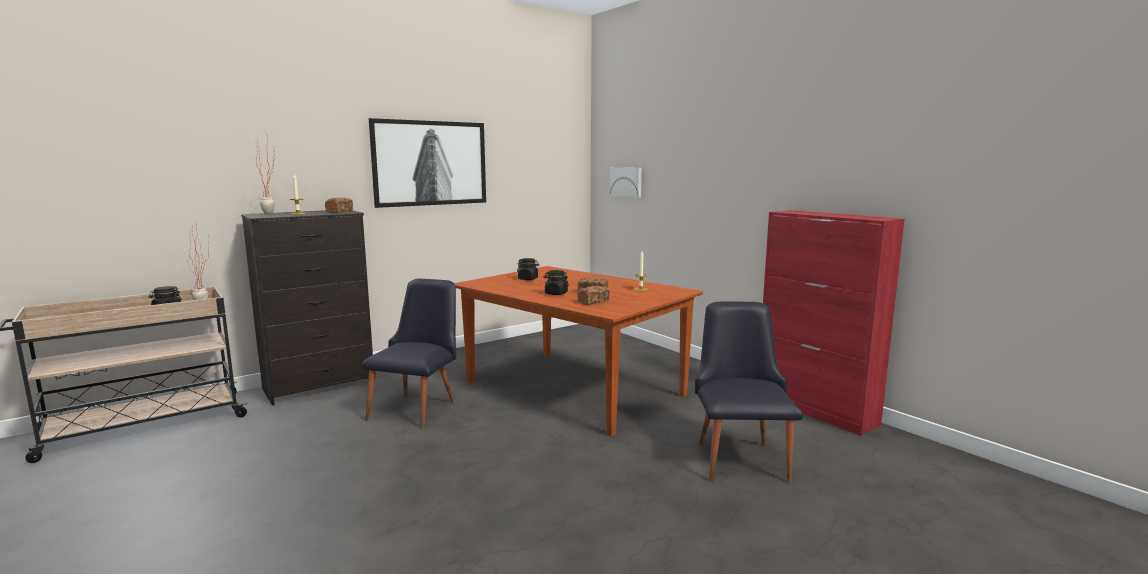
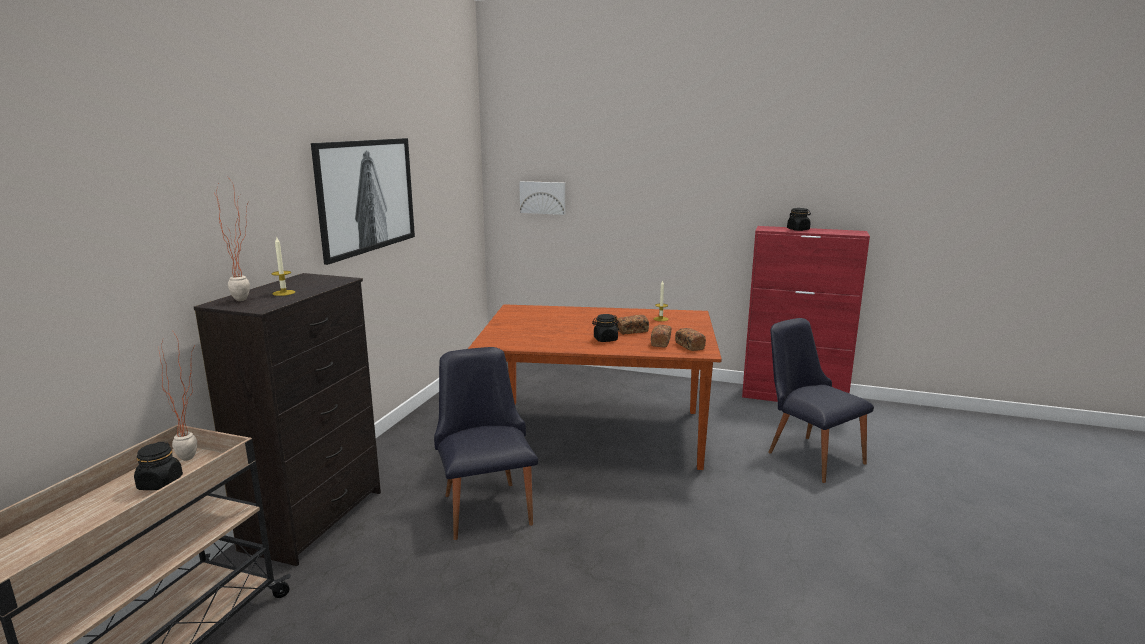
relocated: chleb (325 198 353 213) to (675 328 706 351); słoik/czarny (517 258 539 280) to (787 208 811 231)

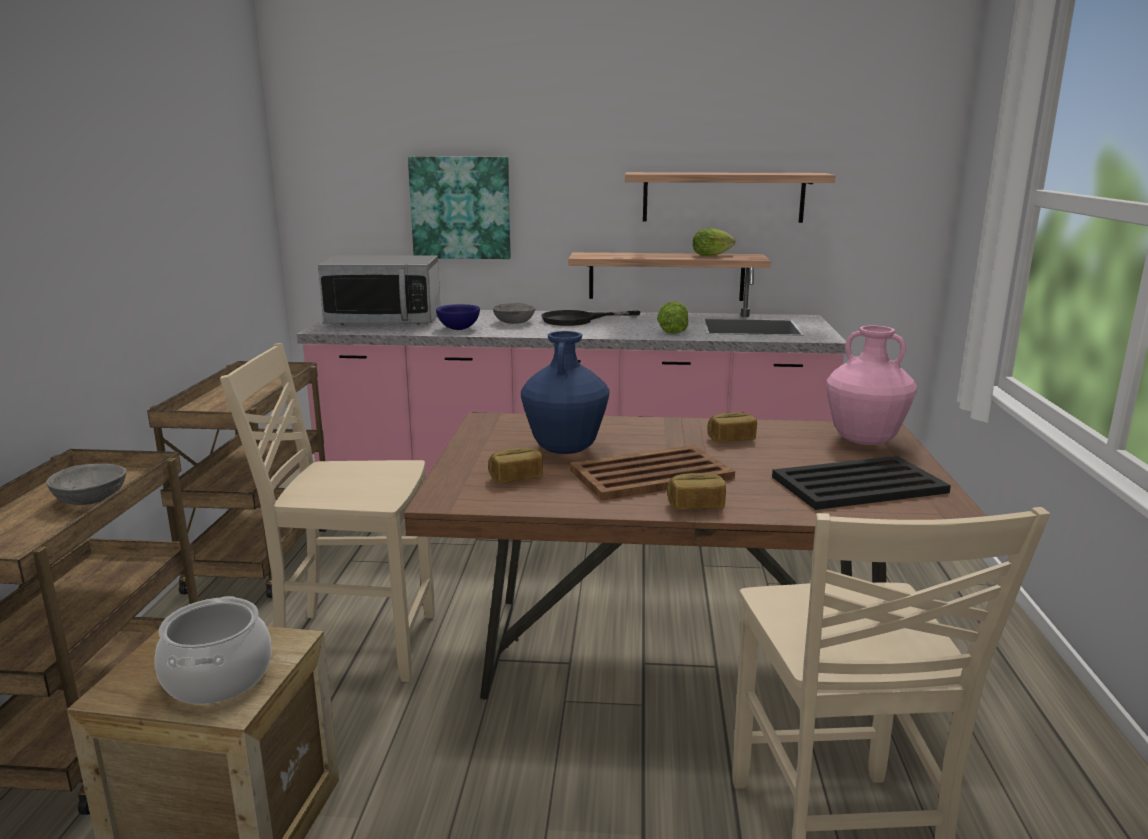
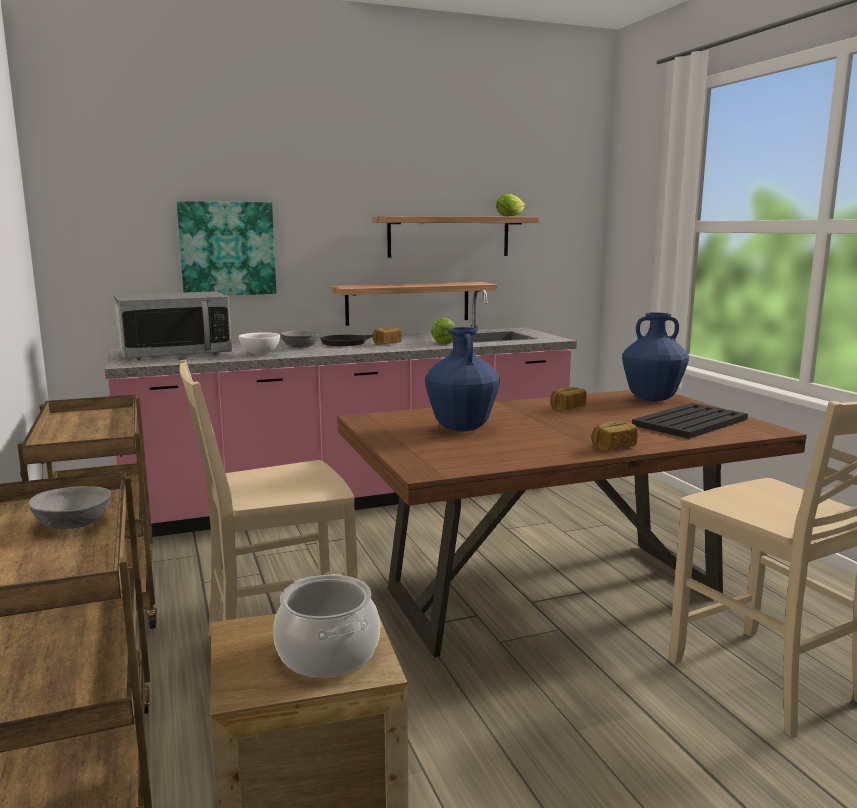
missing: taca/brązowy (570 445 735 501)
relocated: chleb (488 447 543 483) to (373 327 402 345); sałata (693 228 735 256) to (496 194 525 217)
colour: miska/niebieski (436 304 480 330) to miska/biały (239 332 280 355); wazon/różowy (826 325 917 445) to wazon/niebieski (622 313 689 401)

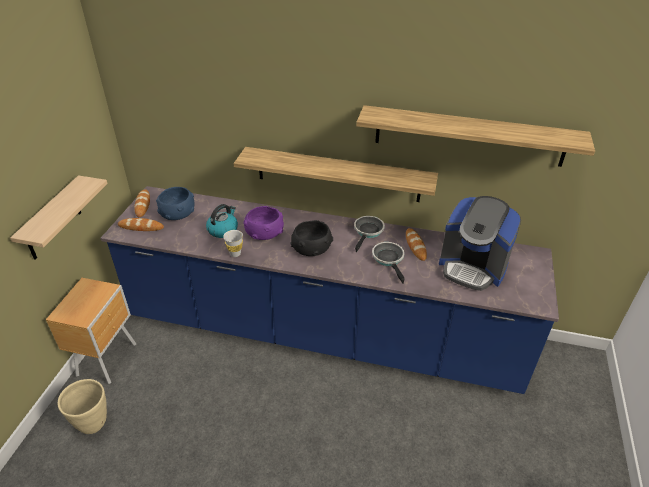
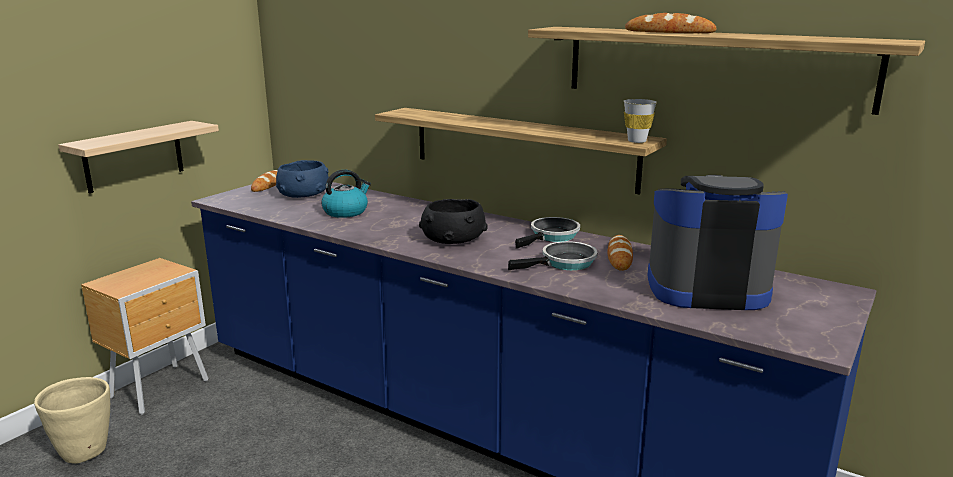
missing: miska/fioletowy (244 206 284 240)
relocated: filiżanka/biały (223 230 243 257) to (624 99 657 143); chleb (118 218 164 231) to (625 13 716 33)
spun: patelnia (372 242 405 284) = (508 241 597 270) 60 degrees clockwise; ekspres do kawy (439 196 521 291) = (647 175 788 310) 135 degrees clockwise

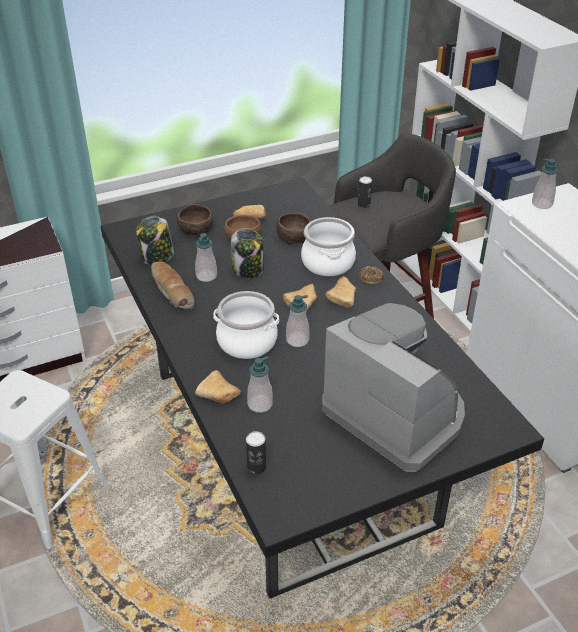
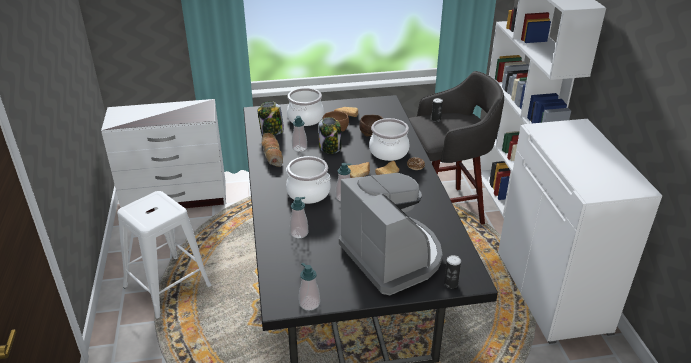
missing: chleb (195 370 241 404)
relocated: dozownik mydła (532 158 558 209) to (299 263 320 310); puszka (246 431 266 475) to (444 255 461 288)
exchanged: miska/brązowy (177 204 213 237) to garnek (287 88 324 126)

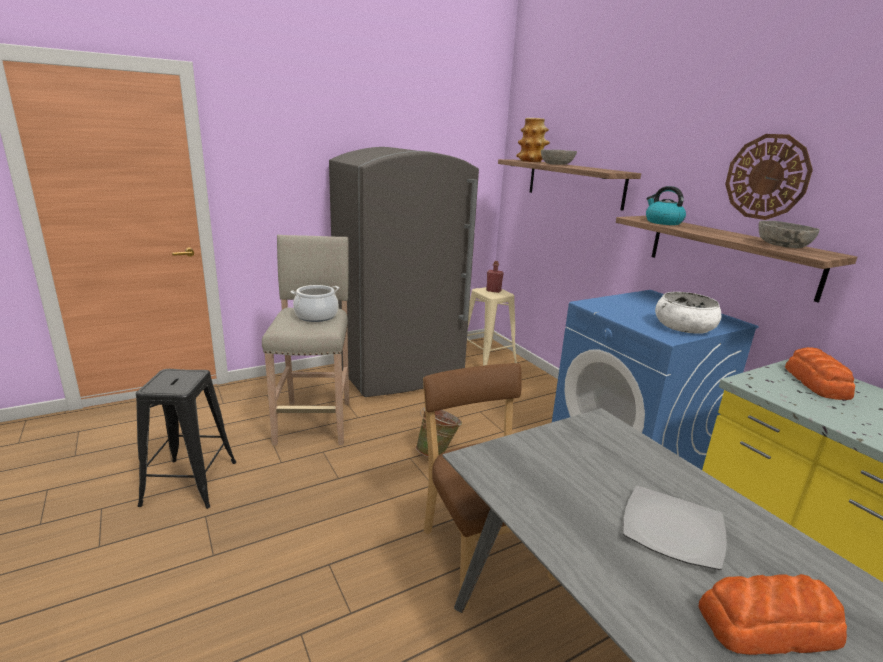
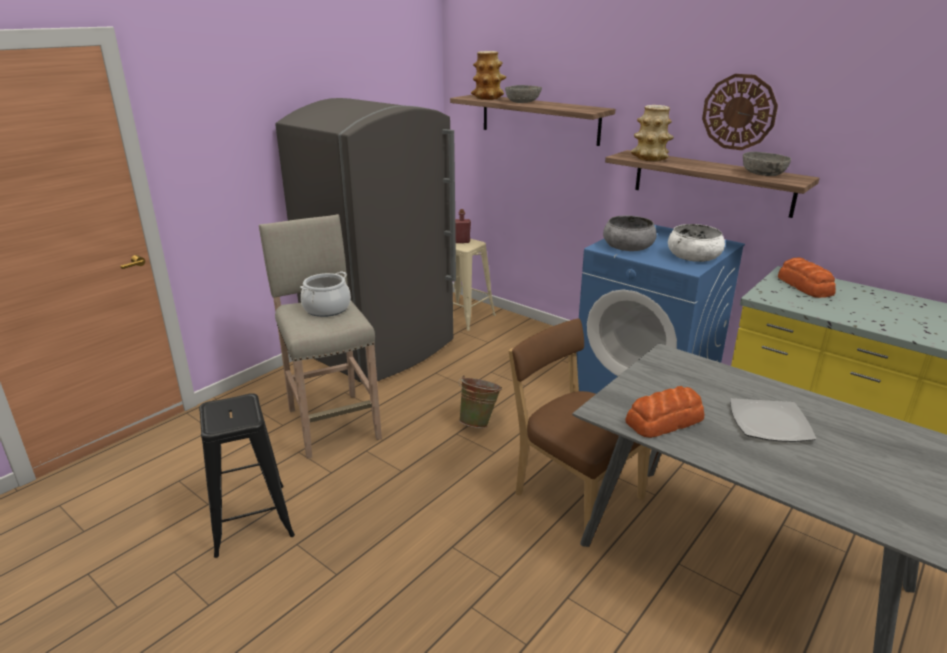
appeared: miska/szary (603 215 656 251)
relocated: chleb (698 574 847 655) to (625 386 704 438)
exchanged: czajnik (646 186 686 225) to wazon (631 105 674 161)

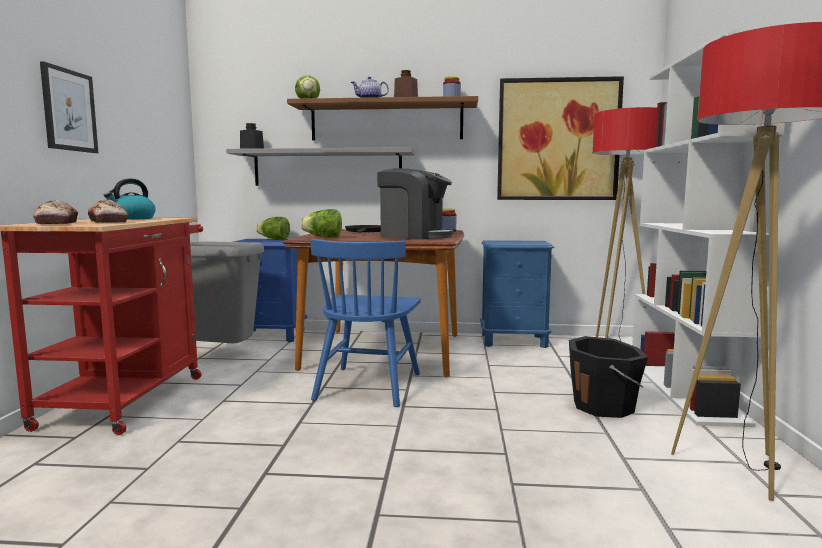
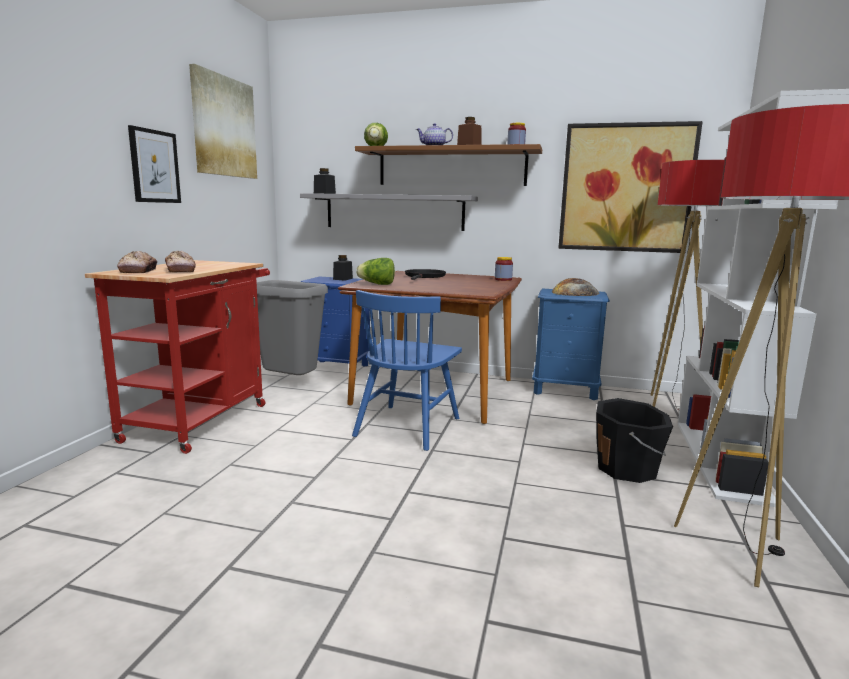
missing: czajnik (104 178 156 220); ekspres do kawy (377 168 454 239)
appeared: obraz (189 64 257 179); chleb (552 278 600 296)
exchanged: sałata (256 217 290 240) to słoik/czarny (333 255 353 281)

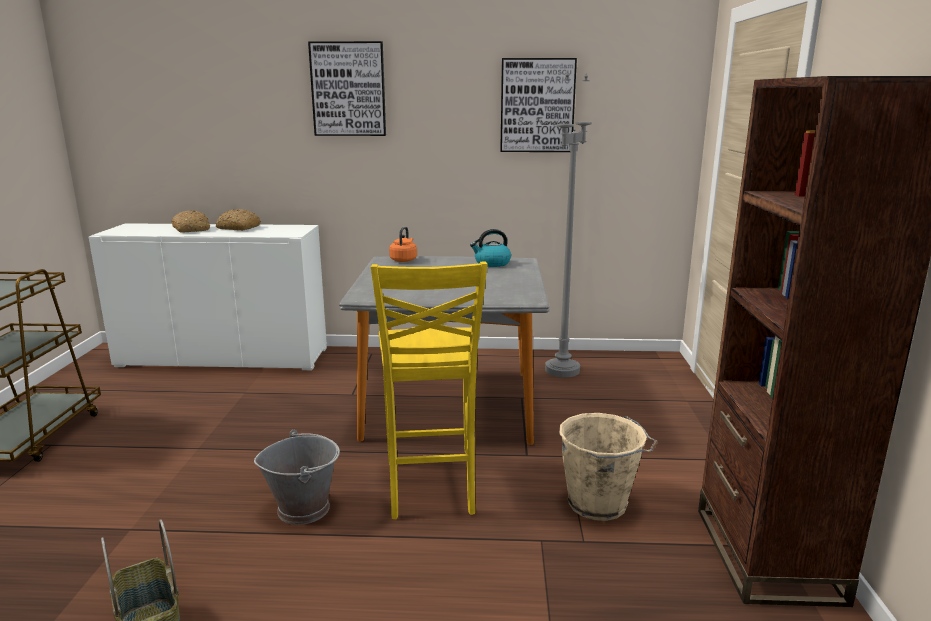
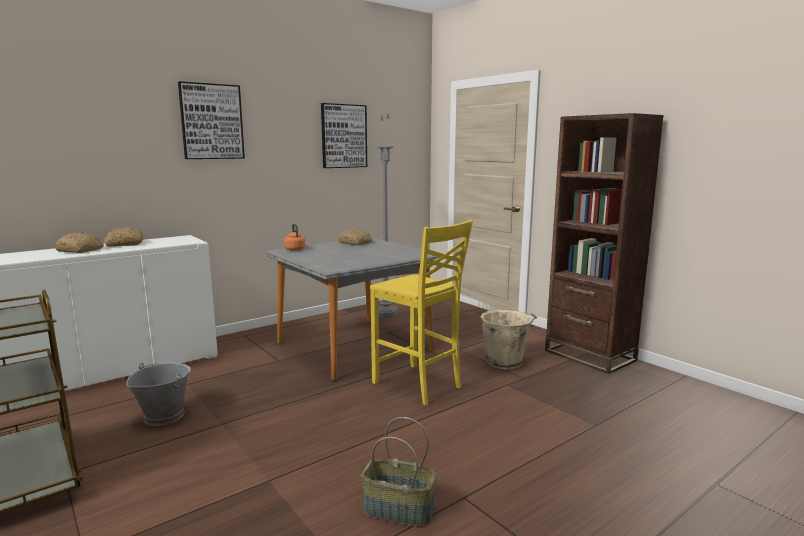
relocated: wiadro/szary (254 430 340 525) to (126 362 191 426)
exchanged: czajnik (470 229 511 267) to chleb (338 228 372 245)

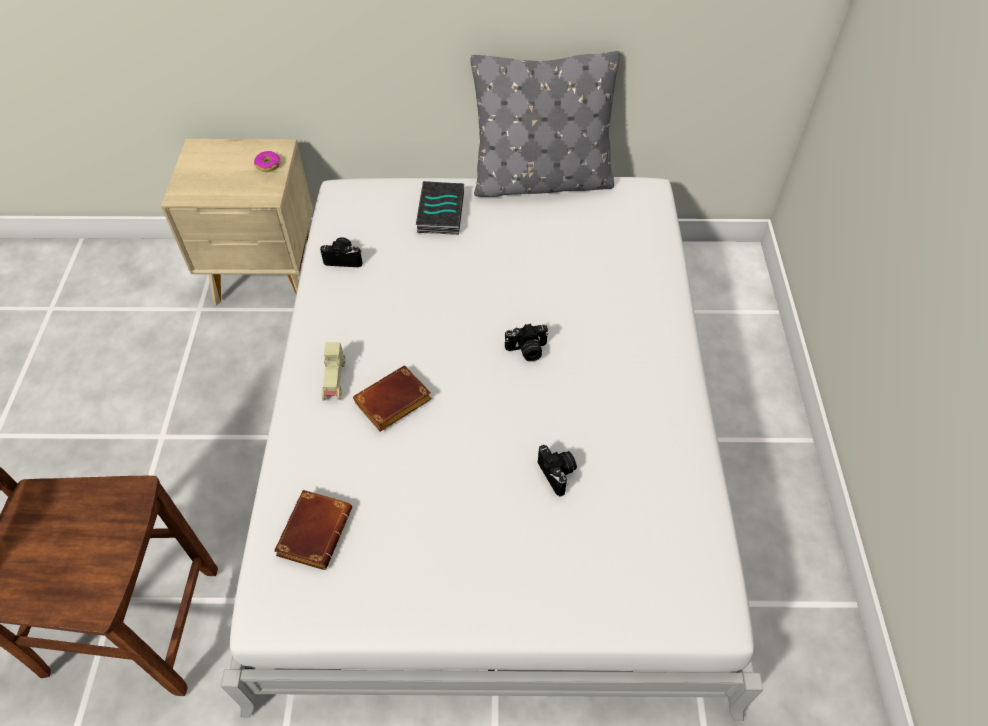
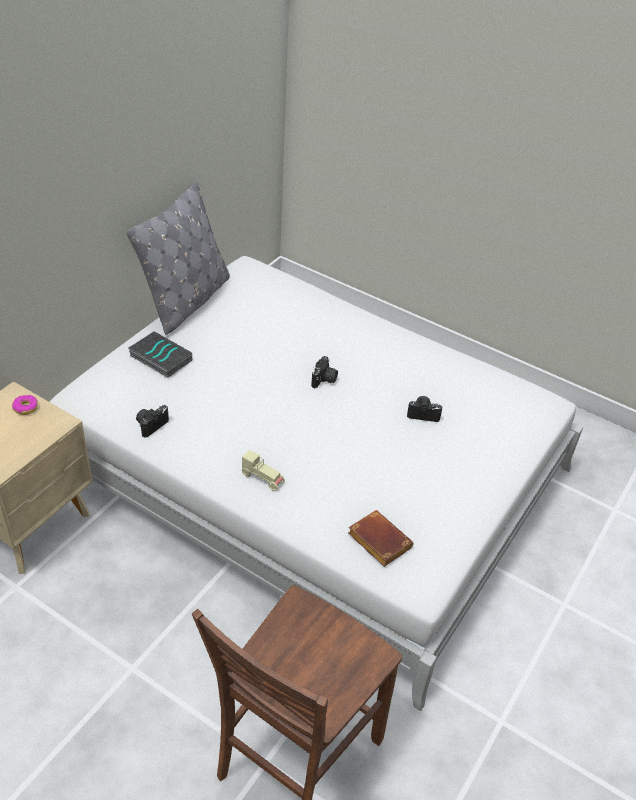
missing: książka/brązowy (353 366 432 432)

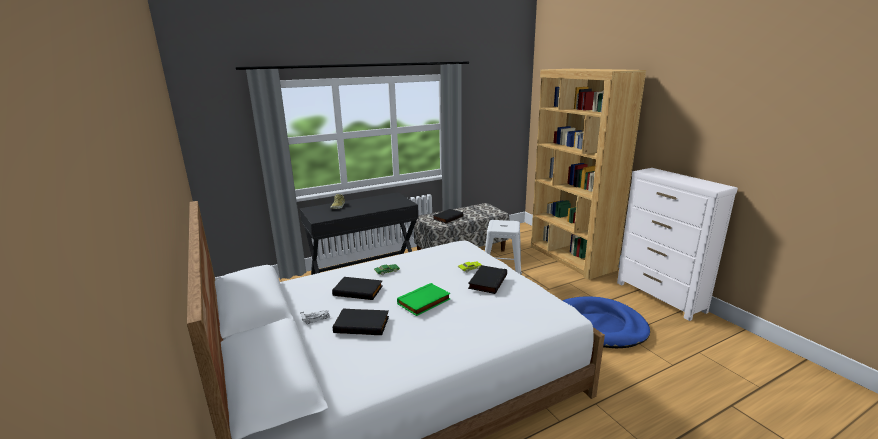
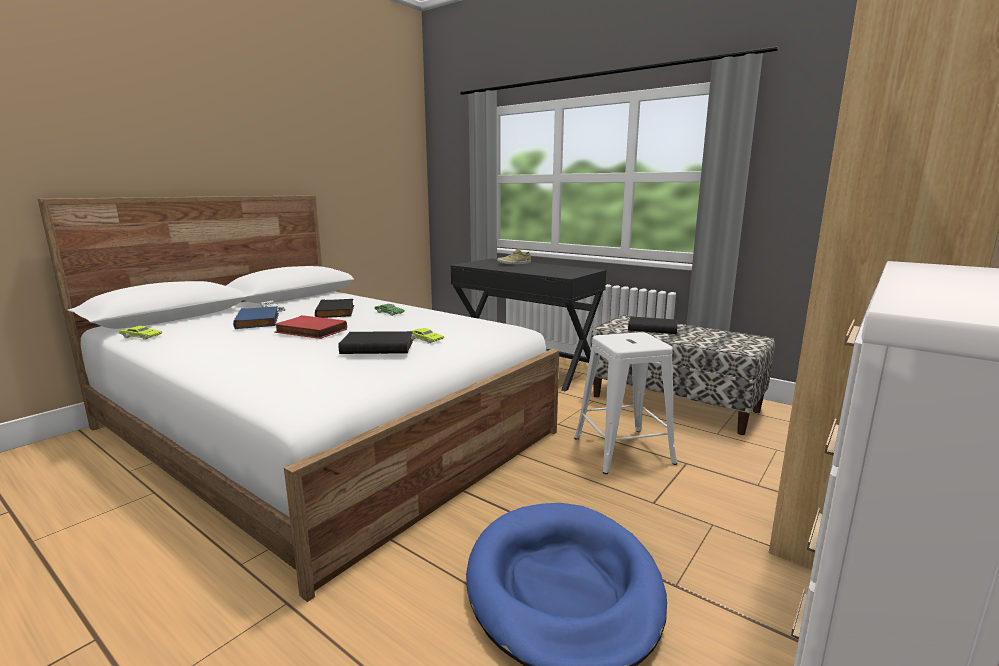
appeared: samochodzik/zielony (119 326 163 340)
colour: książka/czarny (333 308 389 335) to książka/niebieski (233 306 279 329); książka/zielony (397 283 450 316) to książka/czerwony (274 315 347 339)

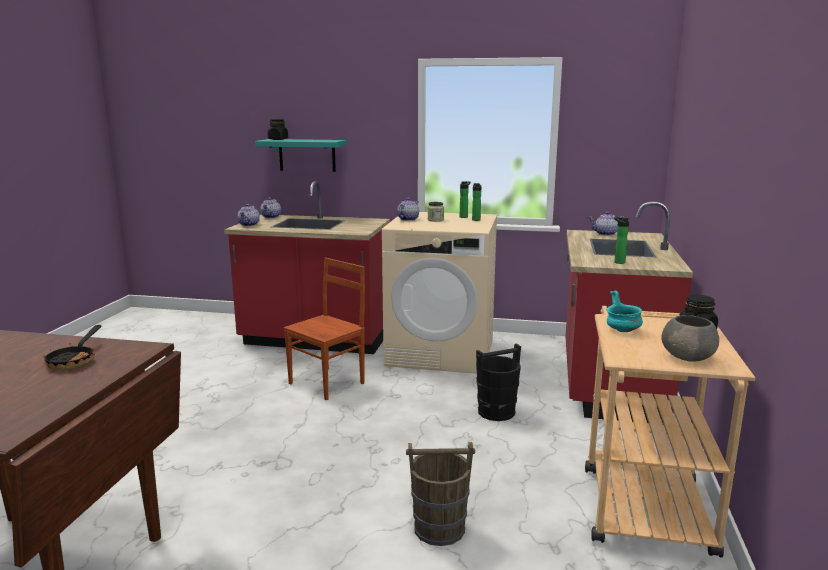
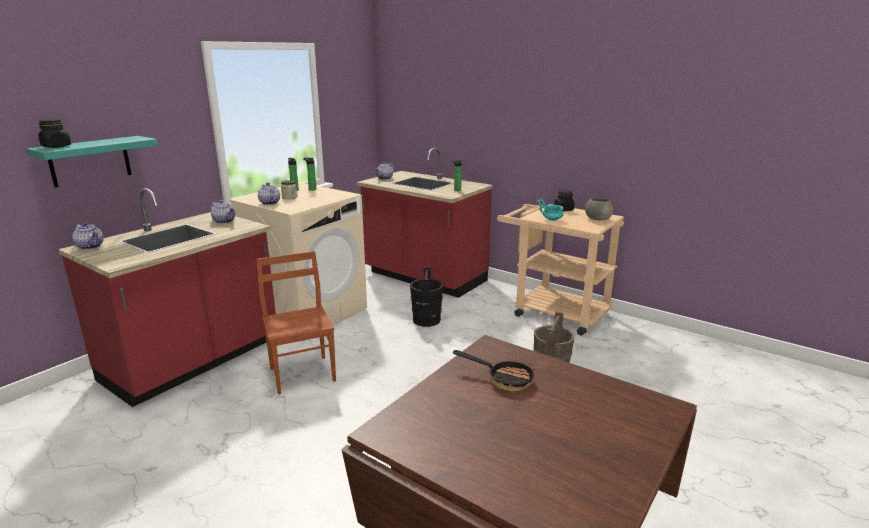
relocated: imbryk (237 204 260 226) to (210 200 235 224)

